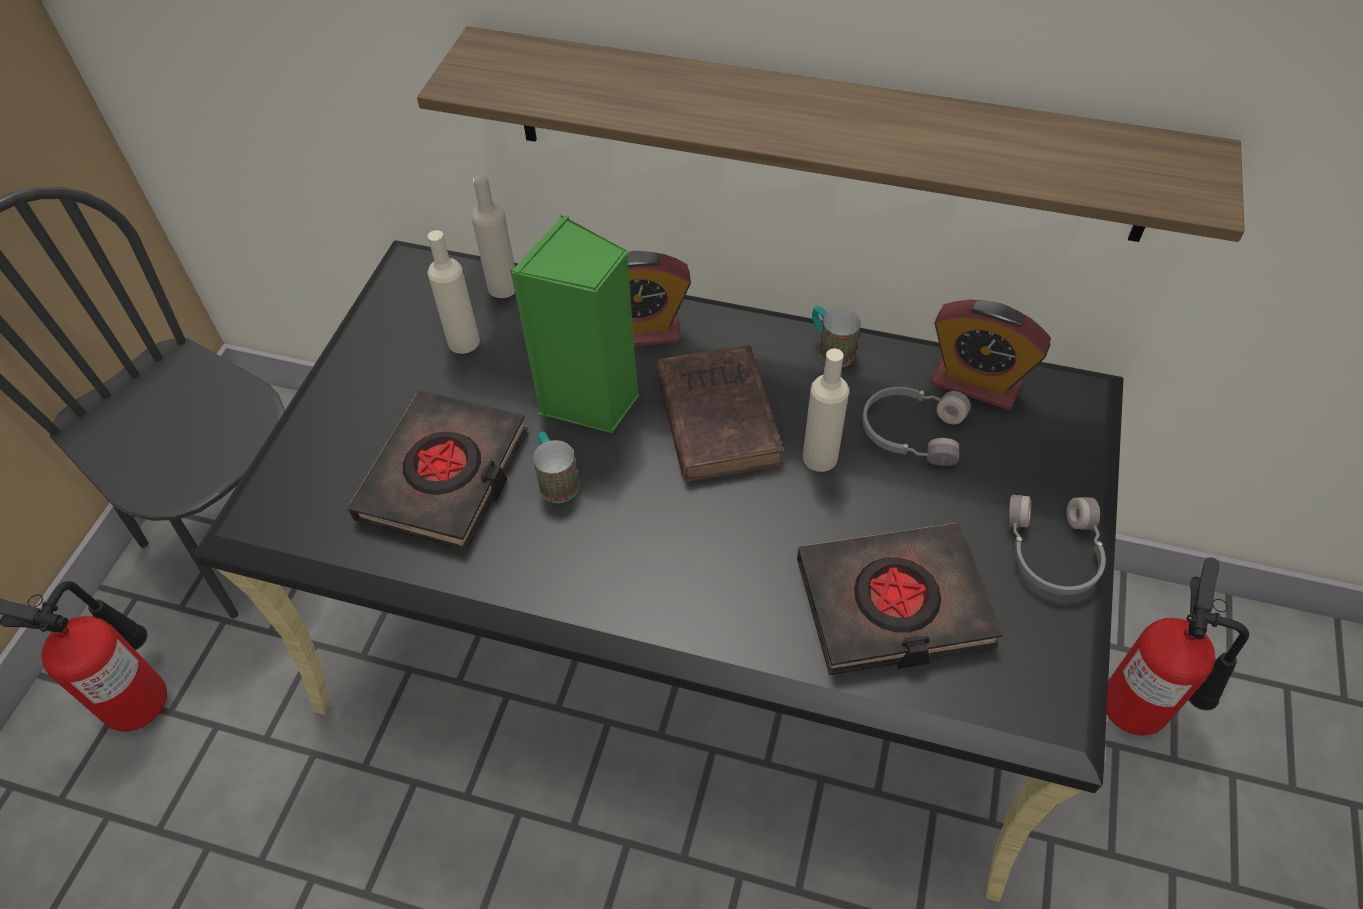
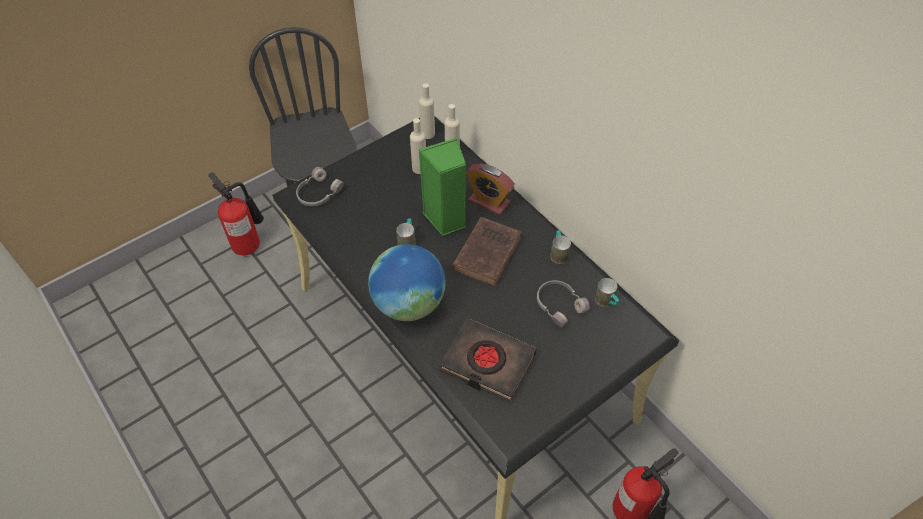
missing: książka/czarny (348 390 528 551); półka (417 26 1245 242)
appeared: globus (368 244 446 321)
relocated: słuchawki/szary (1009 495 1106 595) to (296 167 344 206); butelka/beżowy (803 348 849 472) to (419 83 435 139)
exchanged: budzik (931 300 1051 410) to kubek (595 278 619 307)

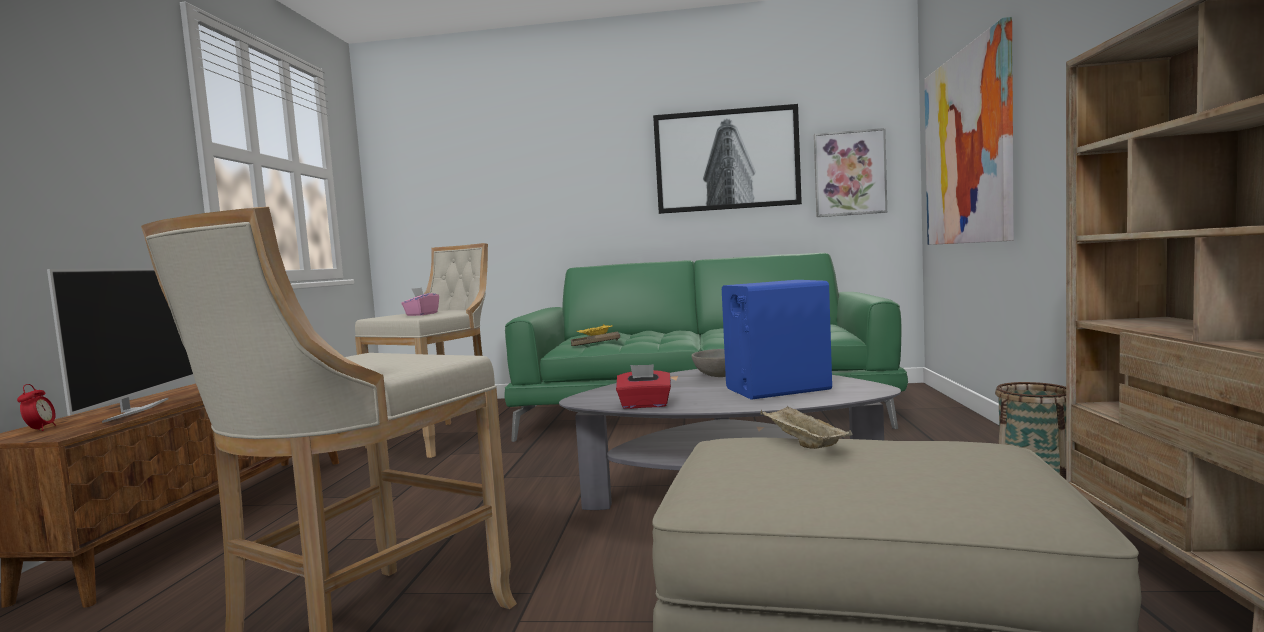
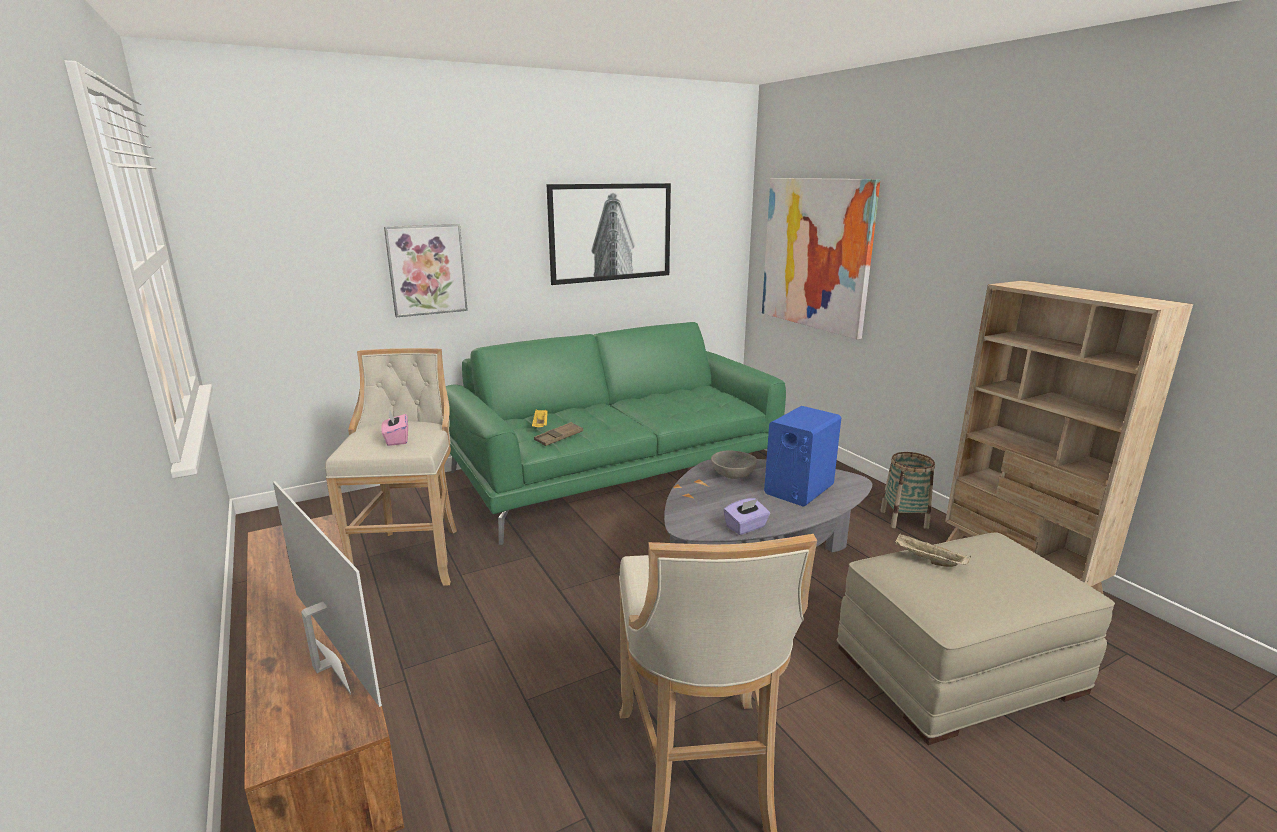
missing: budzik (17 384 56 431)
relocated: obraz (814 128 887 217) to (384 224 468 317)
colour: pudełko chusteczek/czerwony (616 364 671 409) to pudełko chusteczek/fioletowy (723 498 770 535)

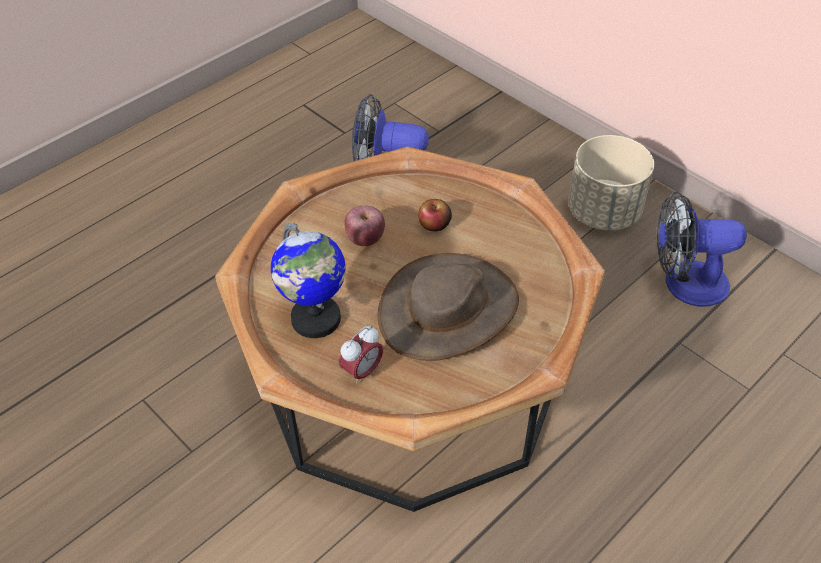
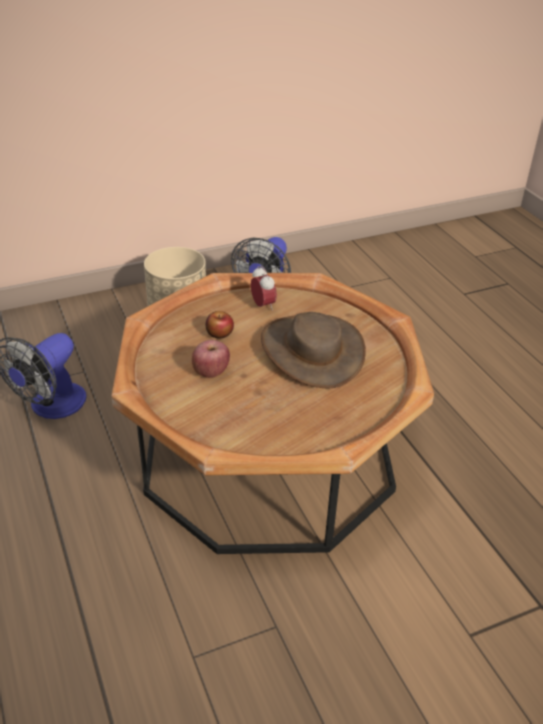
missing: globus (271 223 346 338)
relocated: budzik (339 326 383 385) to (251 266 277 311)

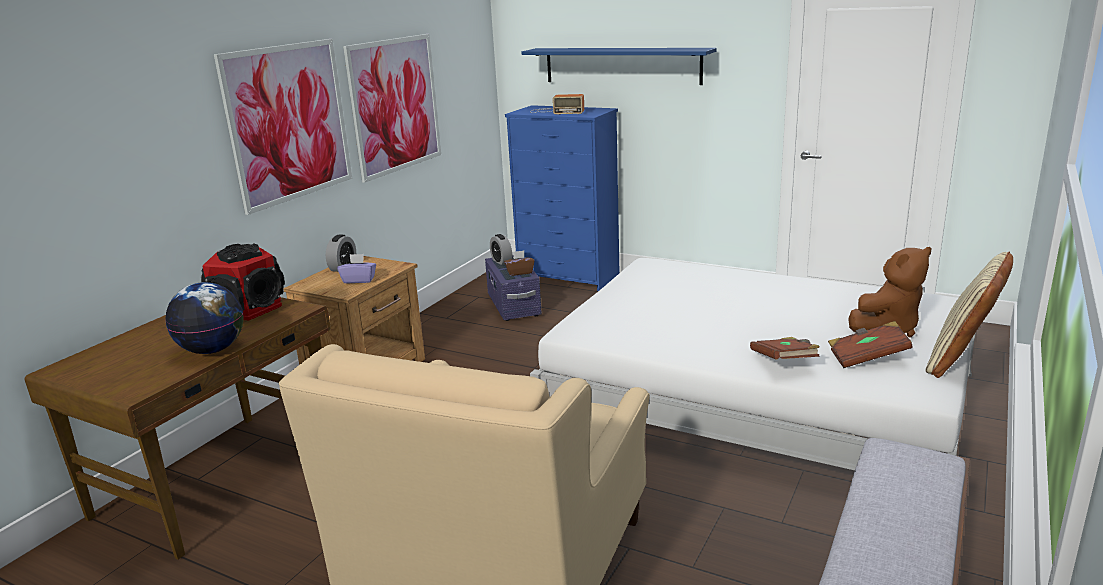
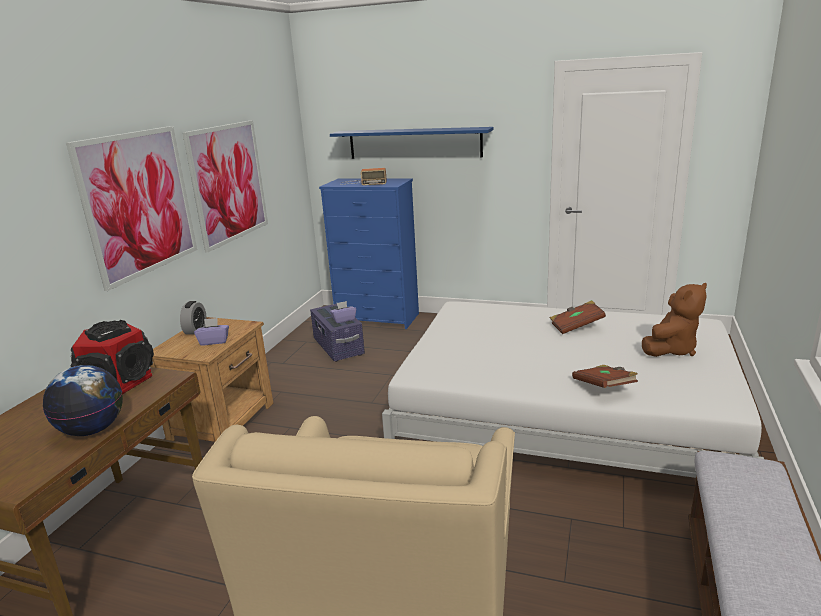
missing: budzik (490 234 512 265); poduszka/beżowy (925 252 1013 378)
relocated: książka/brązowy (828 321 913 368) to (550 300 606 334)
colour: pudełko chusteczek/brązowy (504 250 534 276) to pudełko chusteczek/fioletowy (330 301 356 323)

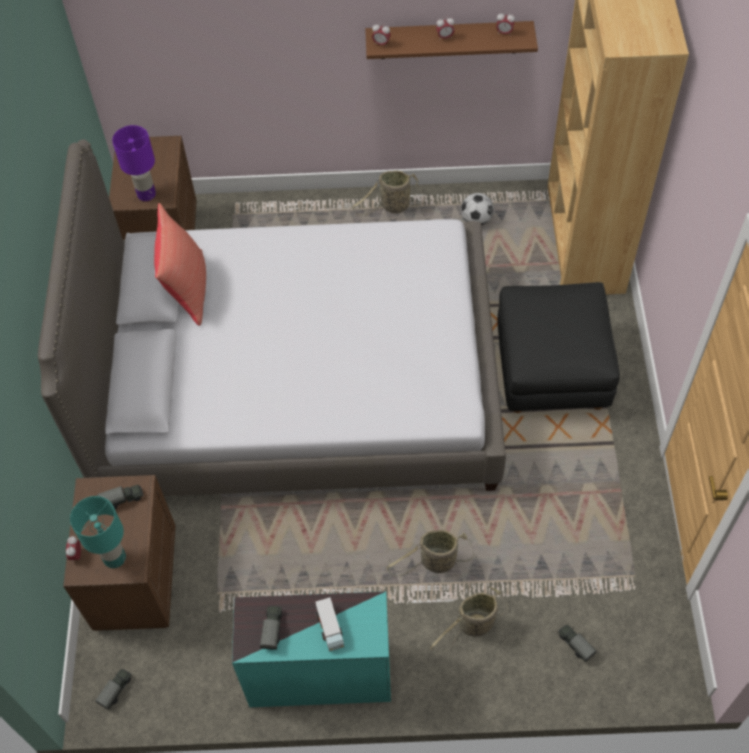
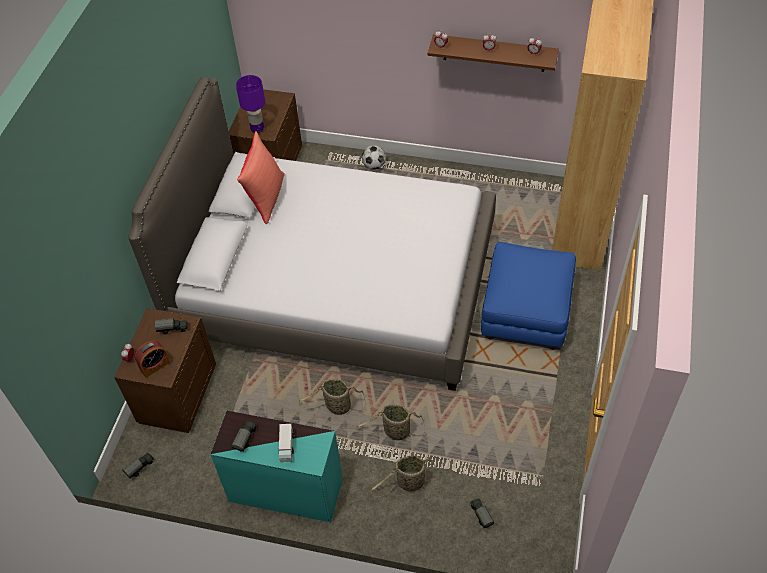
relocated: koszyk (352 170 425 215) to (299 379 366 415); piłka futbolowa (461 193 494 225) to (362 145 386 170)
exchanged: lampa stołowa/turkusowy (70 496 126 568) to budzik (135 341 170 378)
colour: pufa/czarny (497 282 620 413) to pufa/niebieski (481 242 576 350)

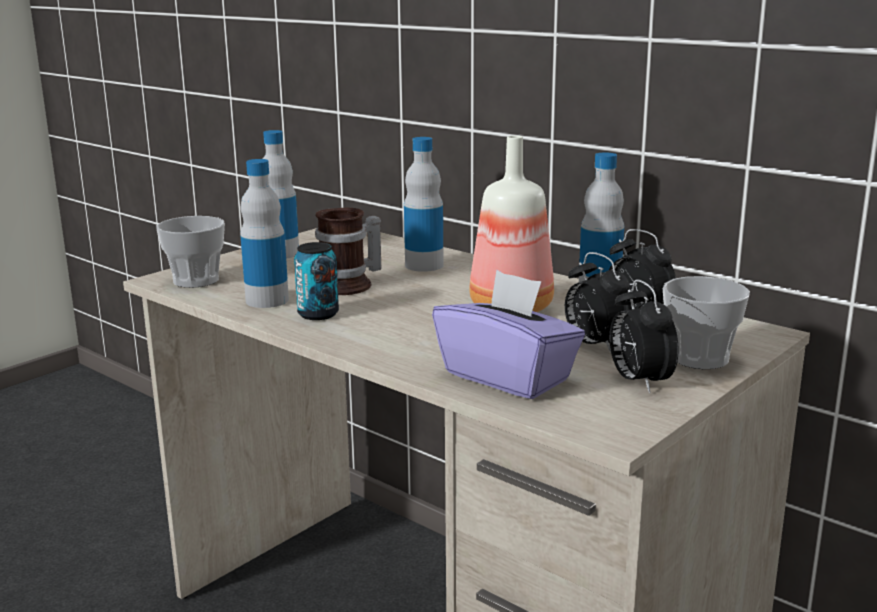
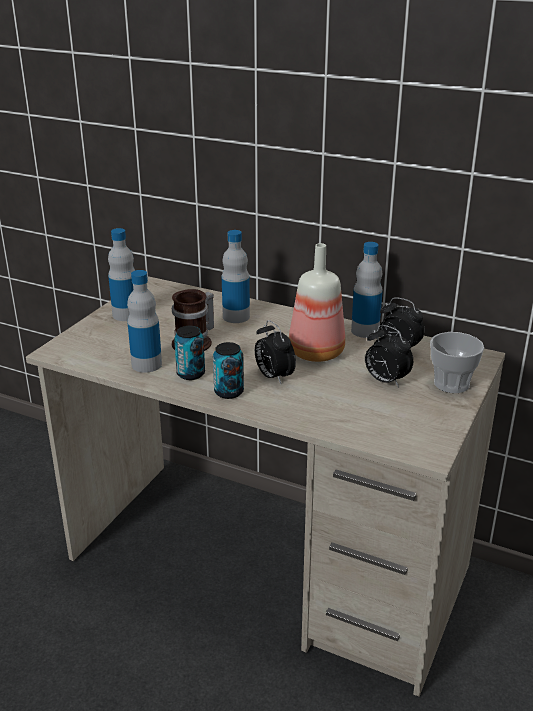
missing: filiżanka (156 216 225 288); pudełko chusteczek/fioletowy (432 270 585 399)
appeared: puszka (213 342 244 399)
relocated: budzik (610 280 679 393) to (255 320 296 384)

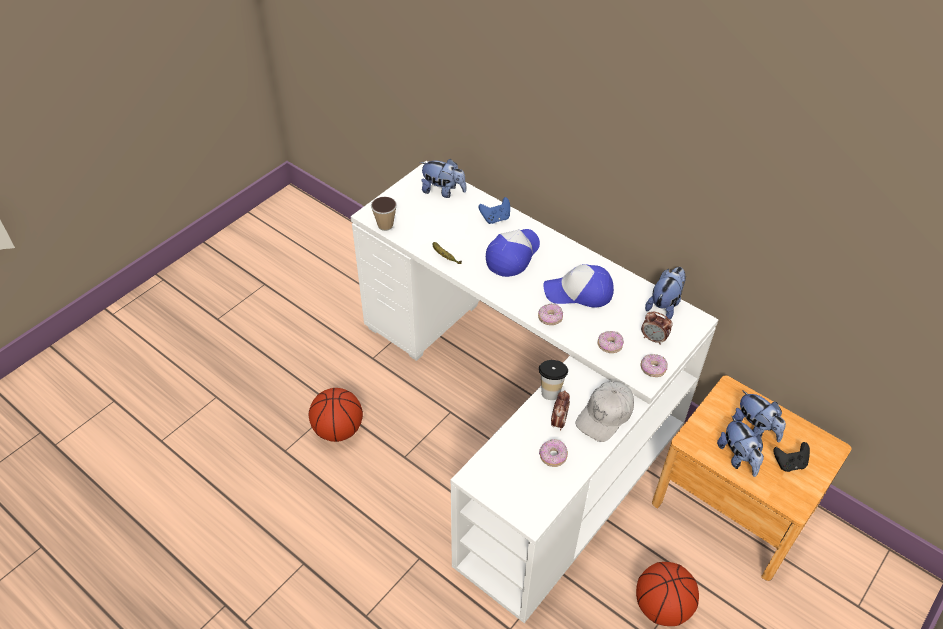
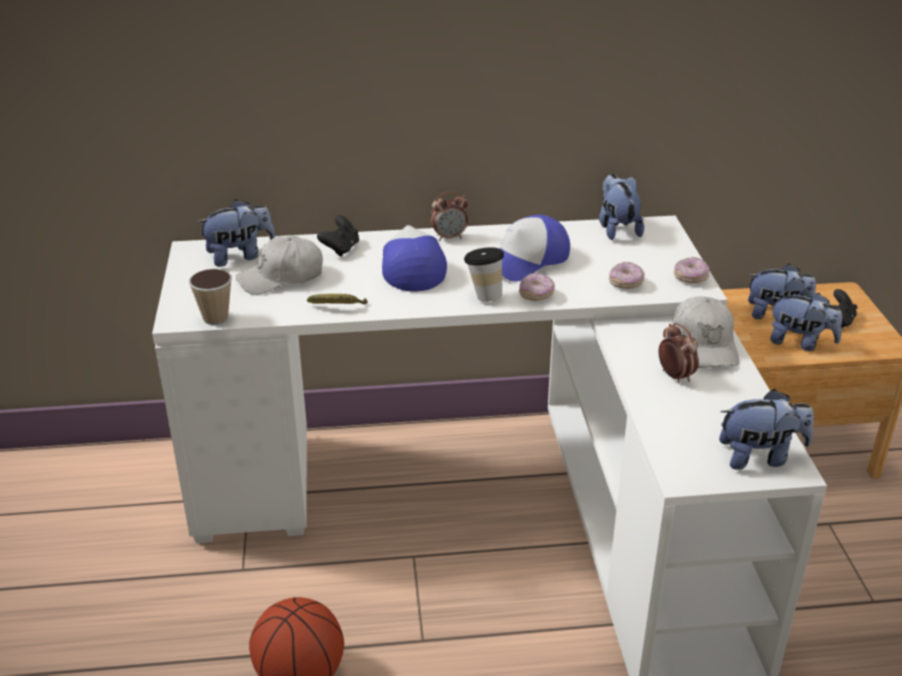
missing: donut (539 439 568 467); piłka do koszykówki (636 562 699 626)
appeared: czapka z daszkiem/biały (236 236 323 295); pluszak (719 389 814 470)
relocated: budzik (641 312 673 345) to (430 191 468 241); filiżanka (539 360 568 400) to (464 247 504 302)
colour: pad do gier/niebieski (479 197 510 224) to pad do gier/czarny (317 215 359 257)

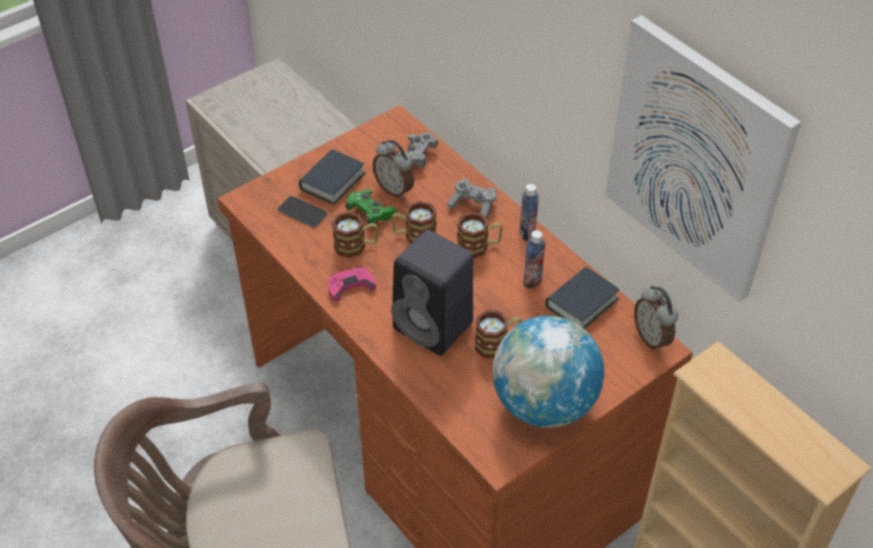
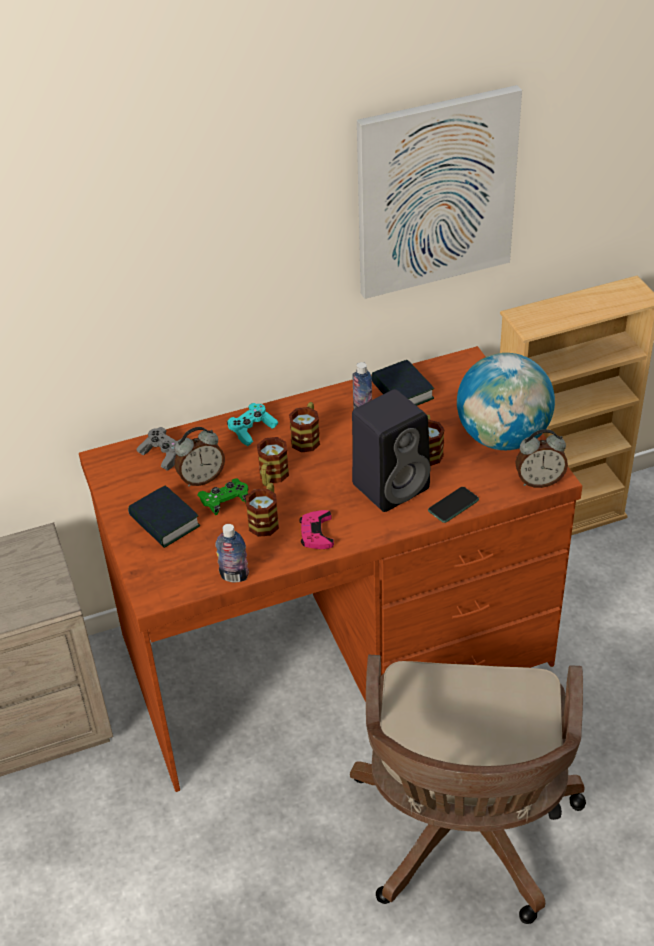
relocated: butelka (520 184 539 242) to (215 524 249 582); telefon (278 196 328 227) to (428 487 479 523); budzik (634 285 678 352) to (515 429 568 488)
colour: pad do gier/szary (447 179 497 219) to pad do gier/turkusowy (227 403 278 446)

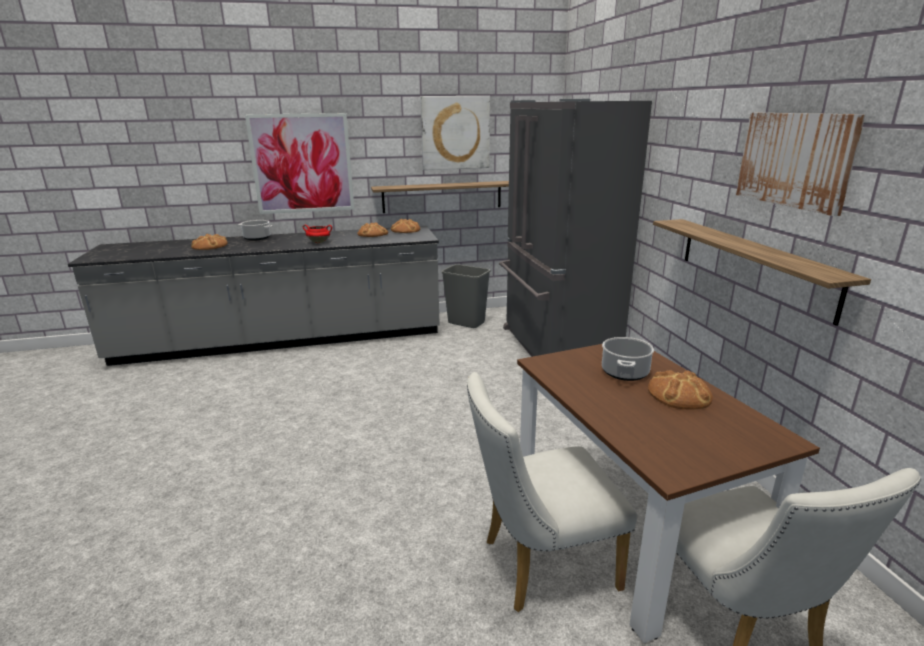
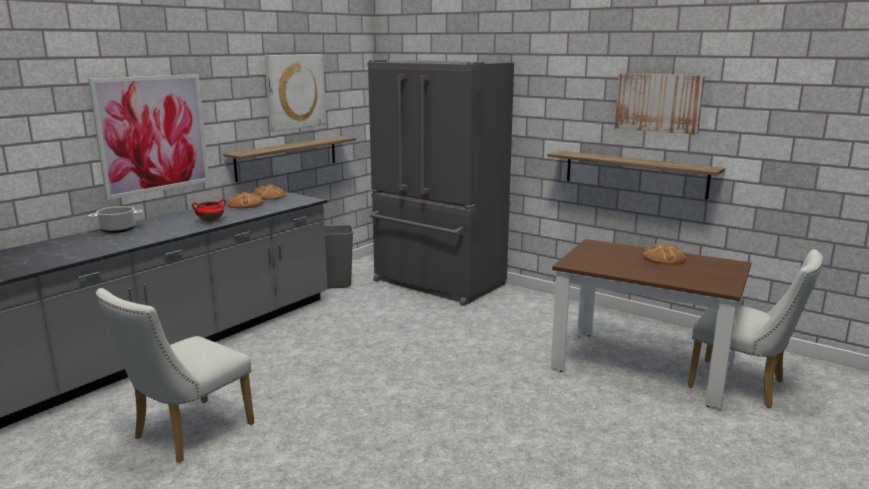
missing: chleb (191 234 228 250); garnek (602 337 654 381)
relocated: krzesło/biały (467 372 637 612) to (96 288 254 463)

